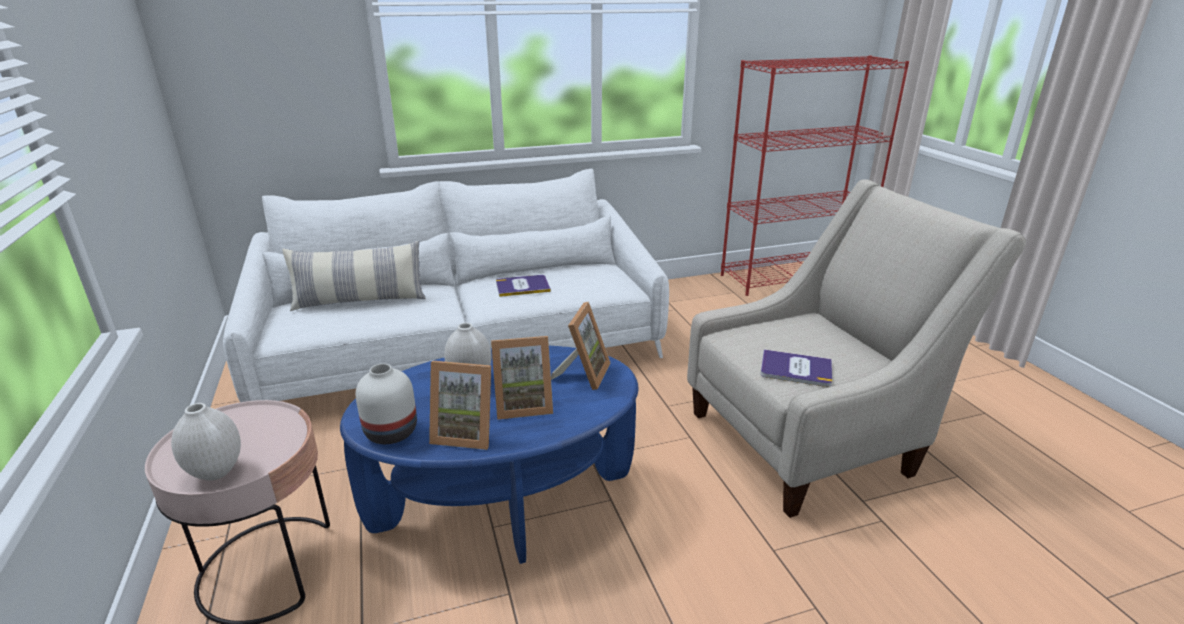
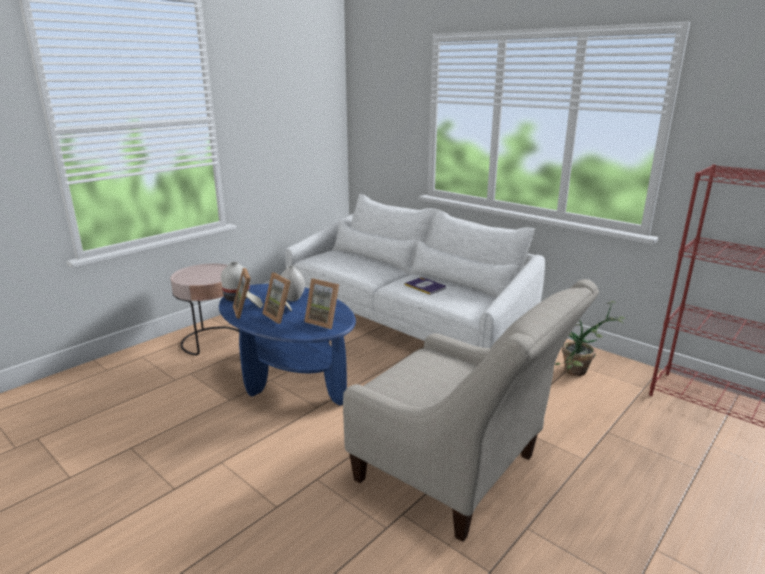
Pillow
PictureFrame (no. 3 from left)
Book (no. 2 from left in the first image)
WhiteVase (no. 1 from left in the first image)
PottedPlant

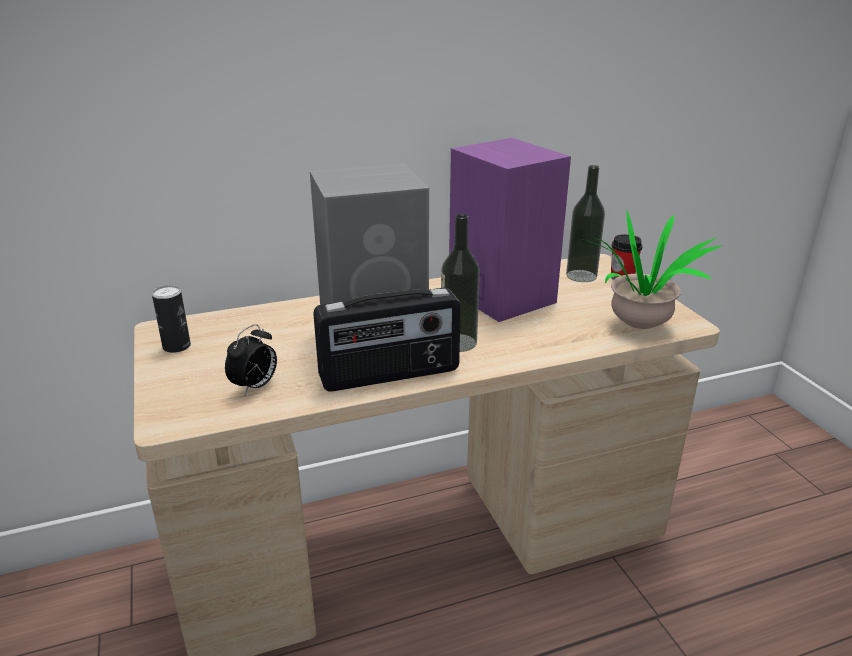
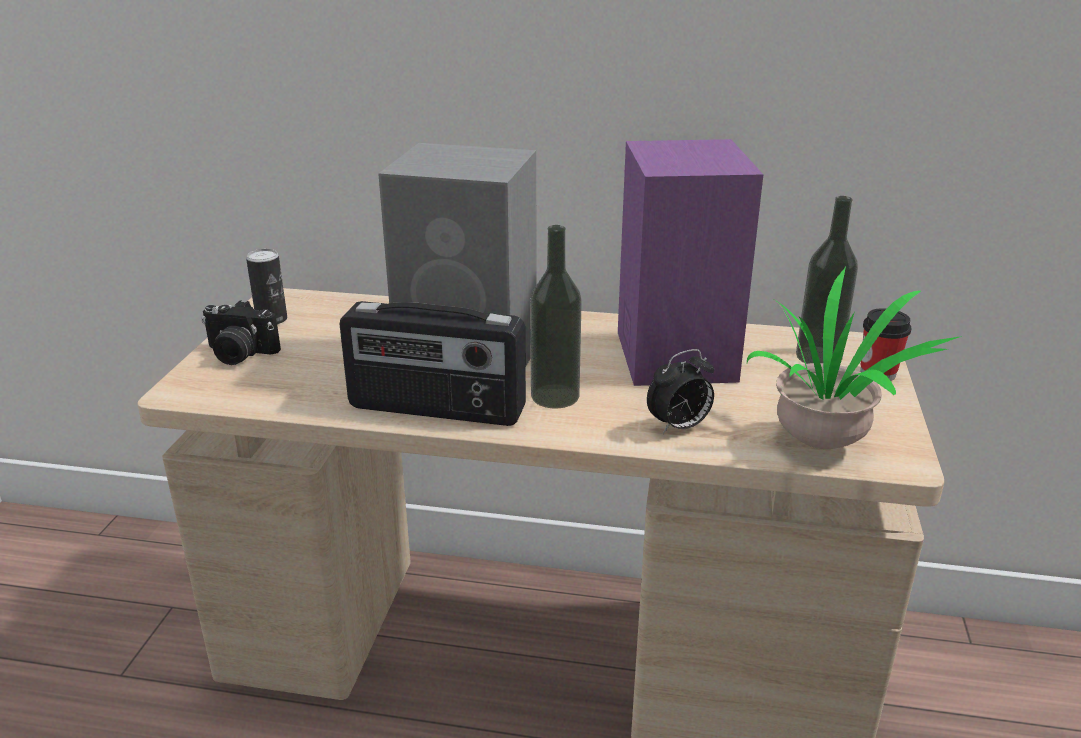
AlarmClock
PhotoCamera

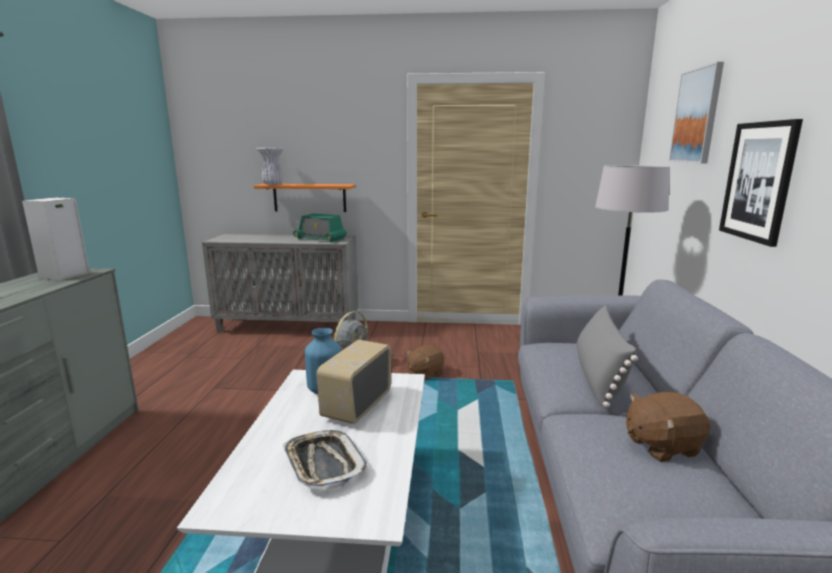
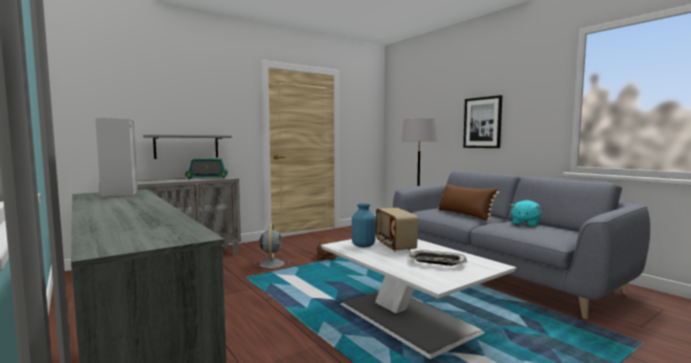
Picture (no. 1 from left in the first image)
WhiteVase
GreyShelf
BrownPillow
TurquoisePlushToy

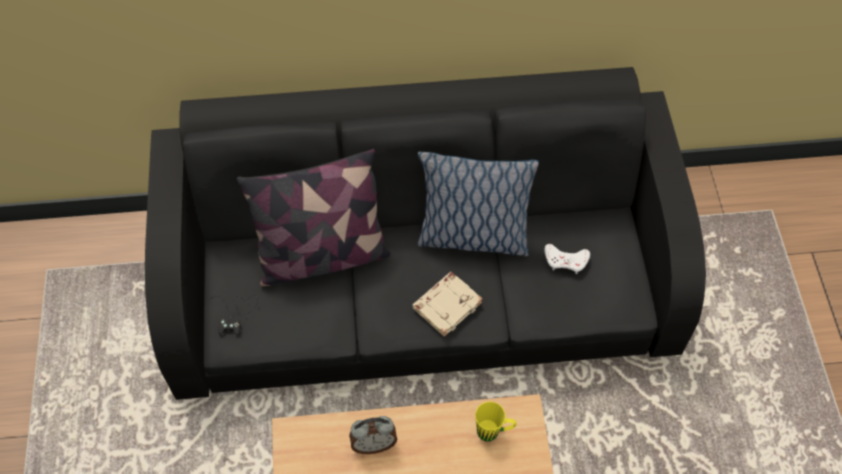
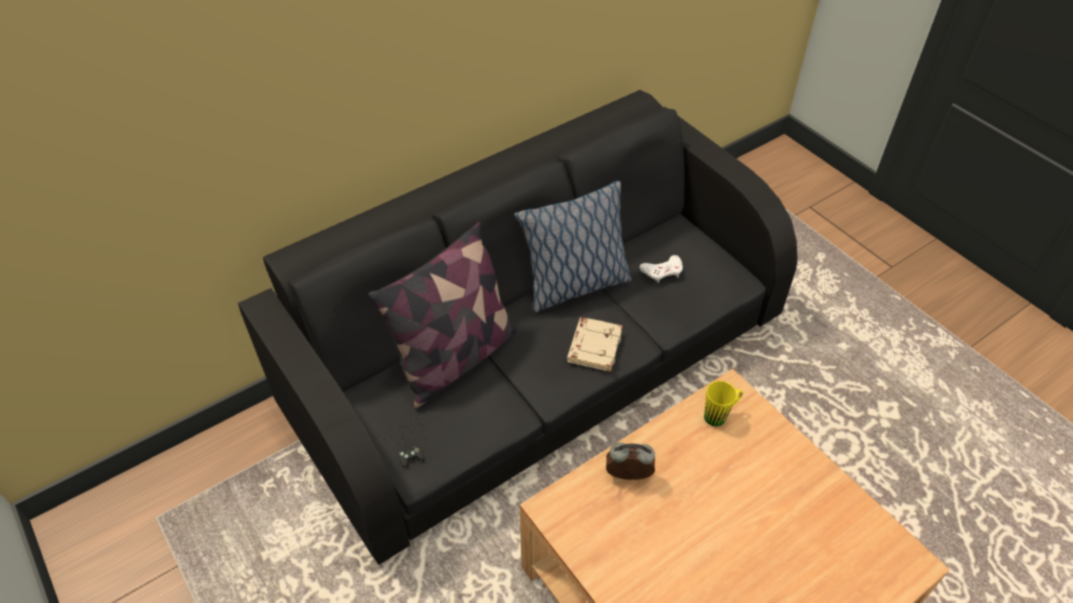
AlarmClock

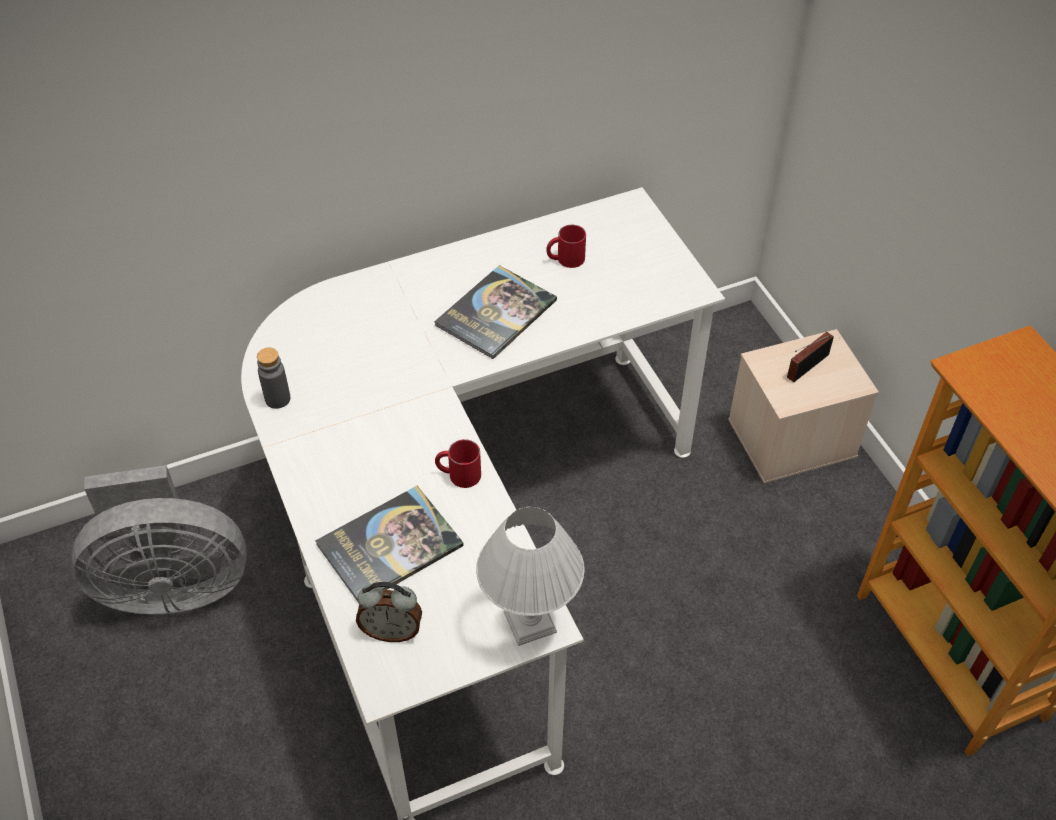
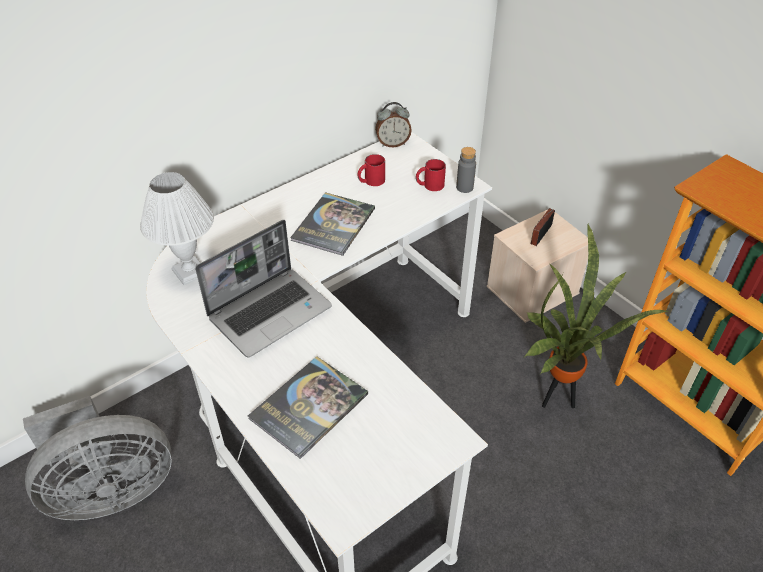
GreyBottle
RedMug (no. 2 from left)
WhiteTableLamp
AlarmClock
Laptop
PottedPlant

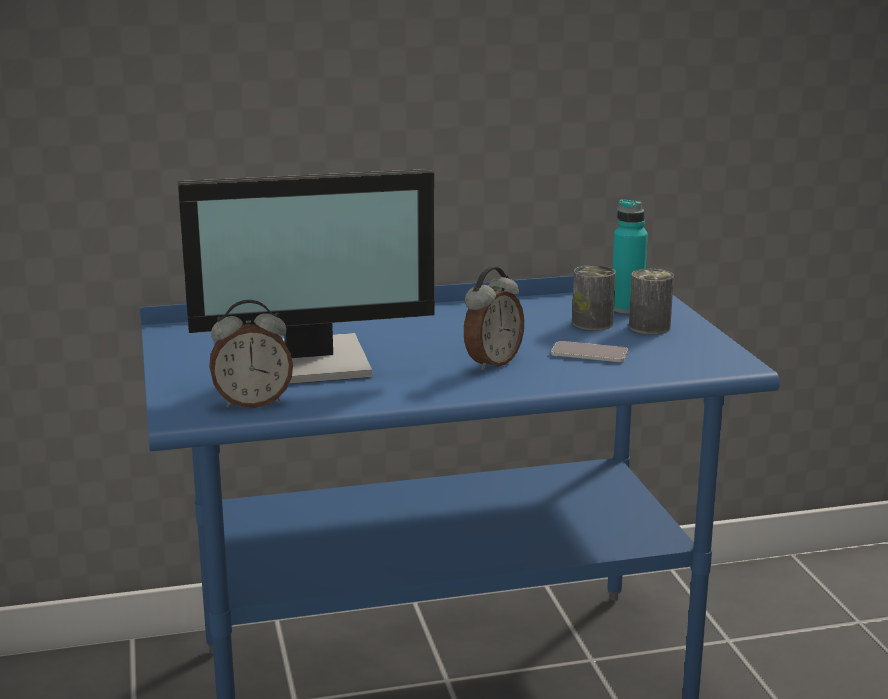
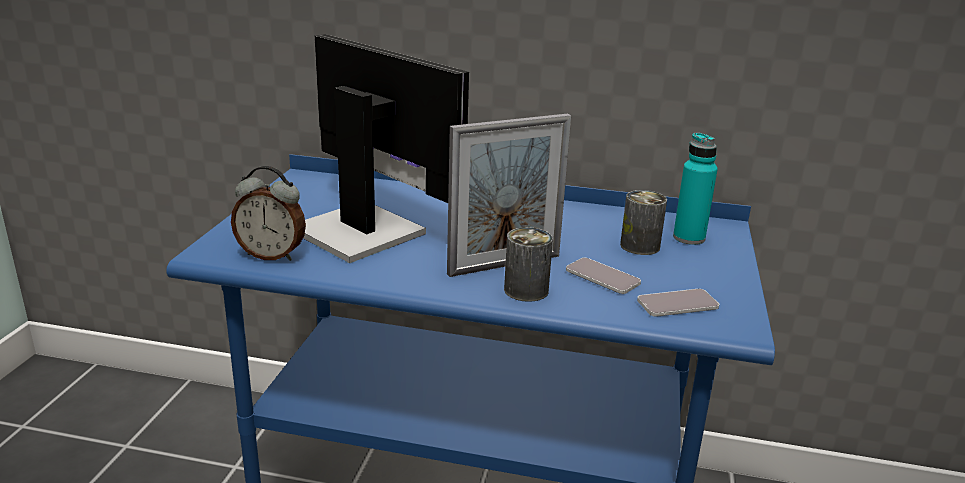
Monitor
PictureFrame
Can (no. 1 from left)
Phone (no. 2 from left)

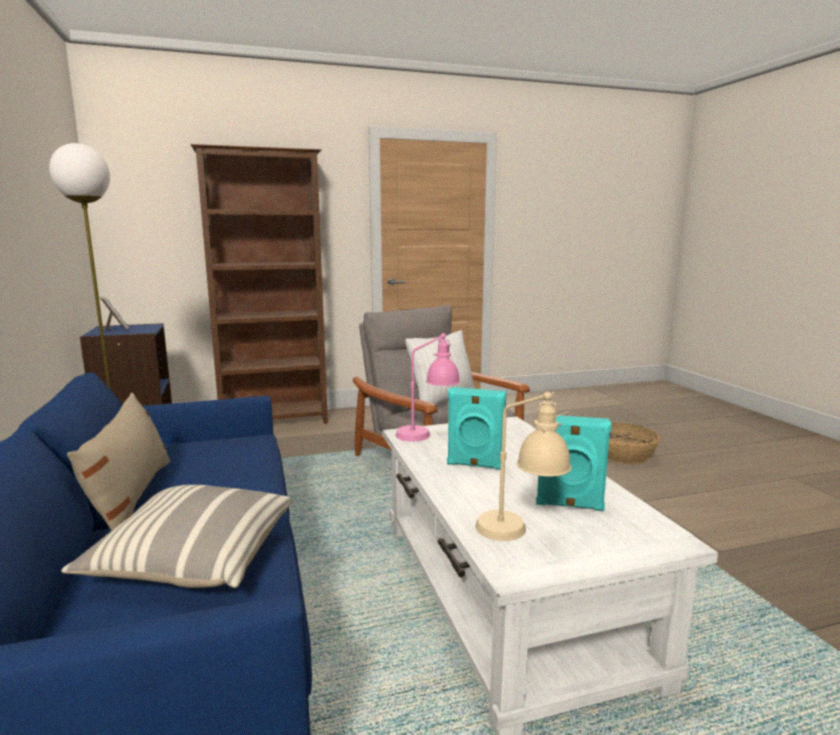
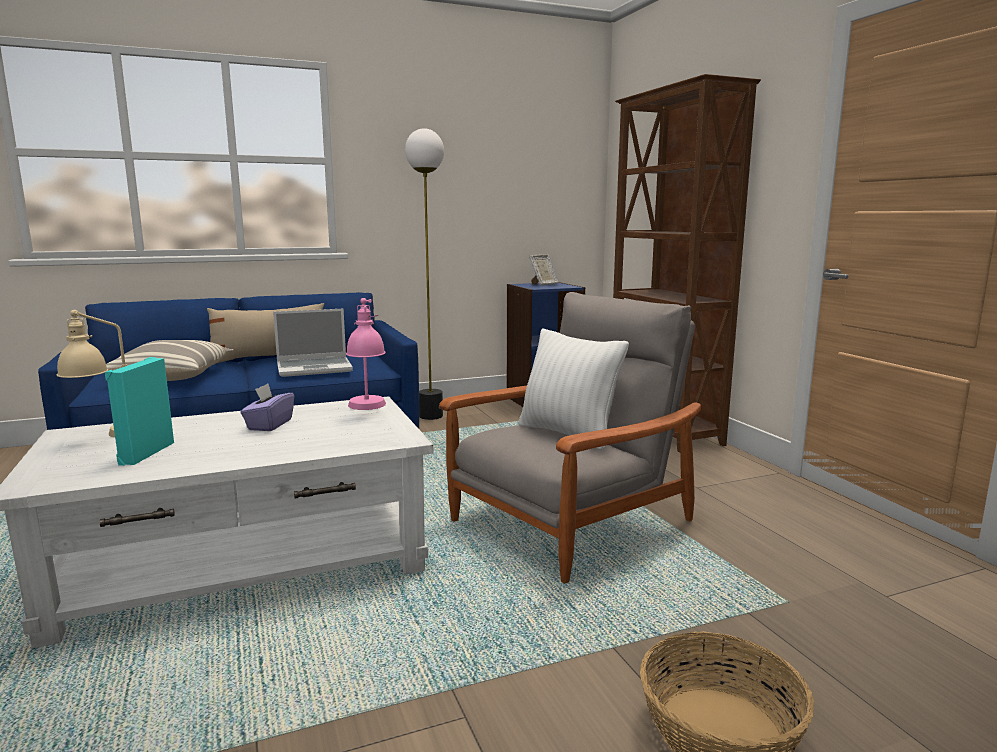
PurpleTissueBox
Laptop

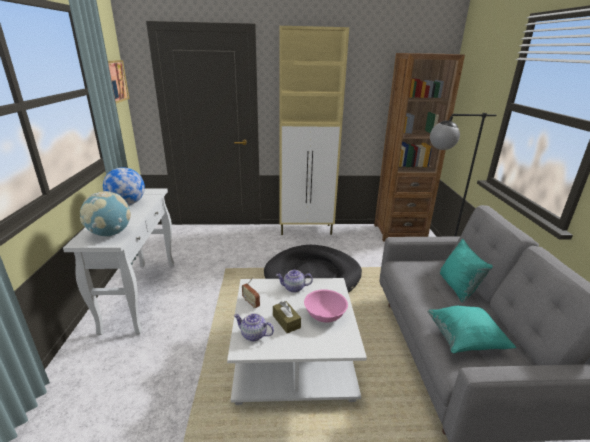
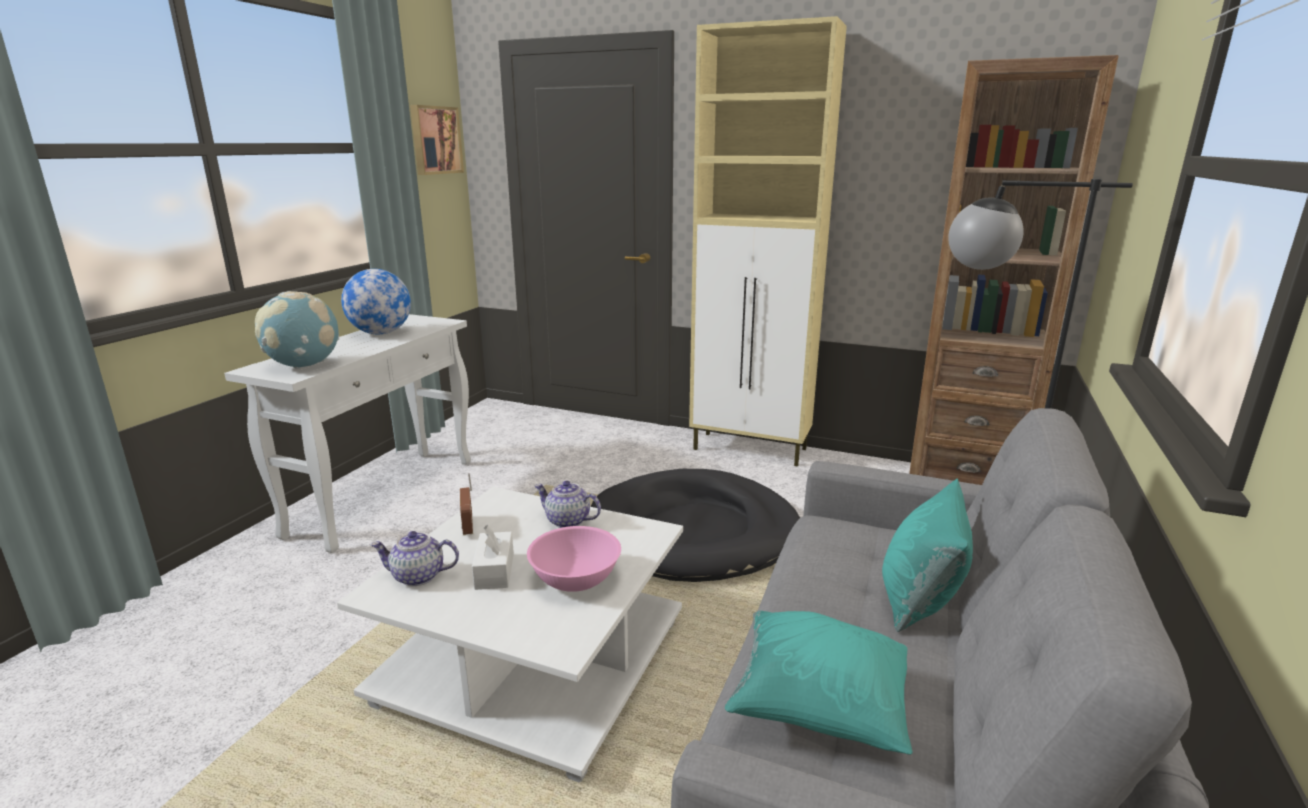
WhiteTissueBox
Teapot (no. 1 from left)

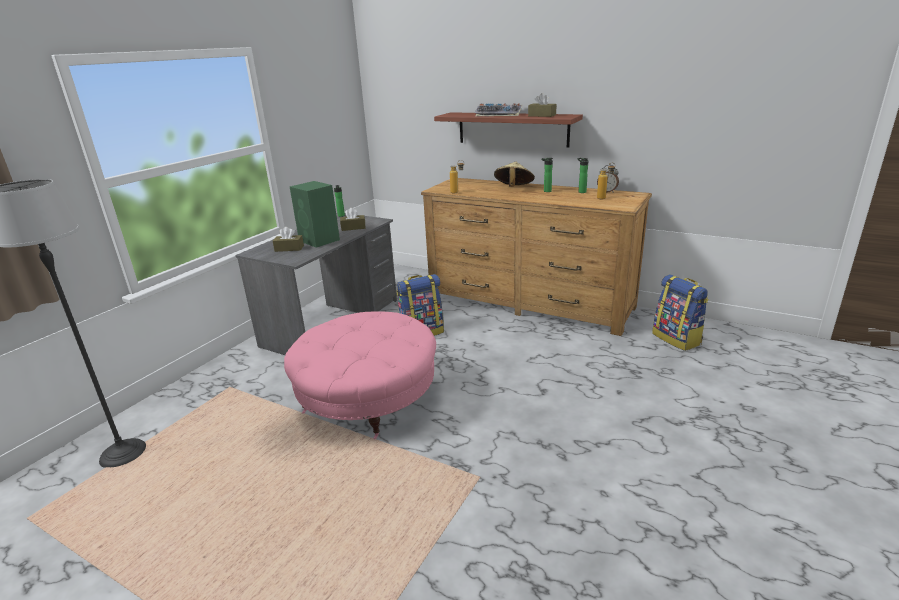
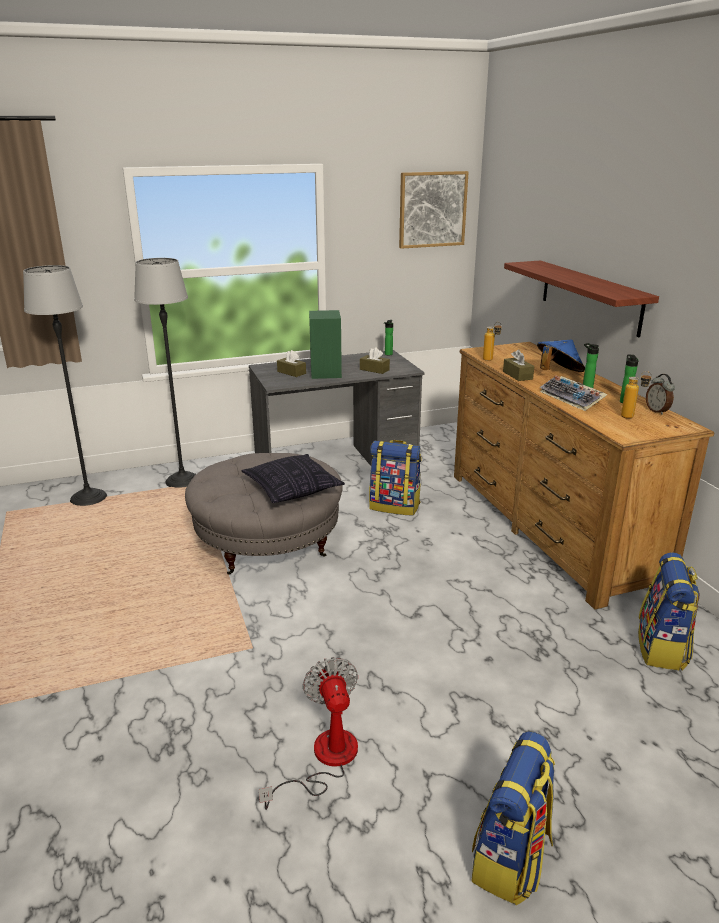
BrownTissueBox (no. 3 from left)
Keyboard
BlueHat
GreyOttoman
Picture
FloorLamp (no. 2 from left)
Pillow
Fan
Backpack (no. 2 from left)

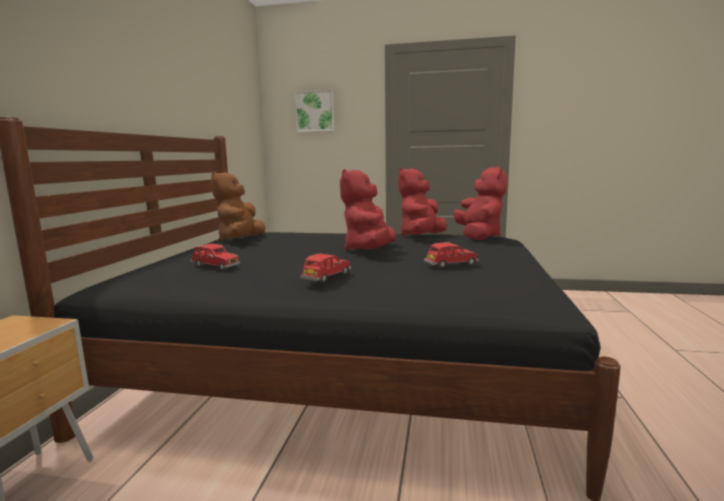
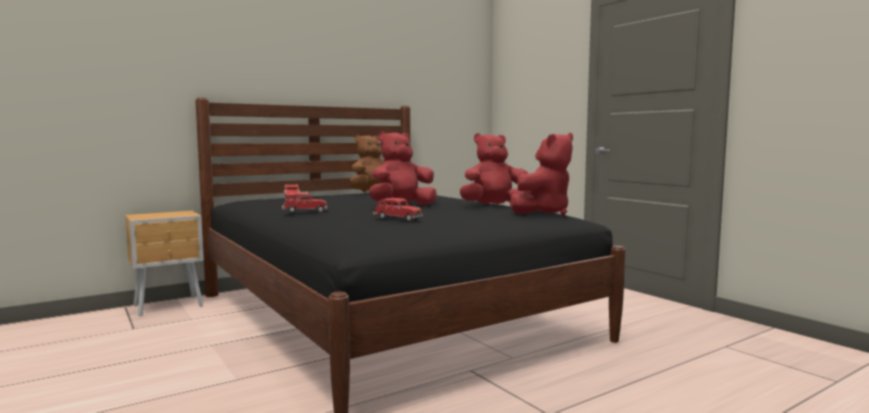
Picture

